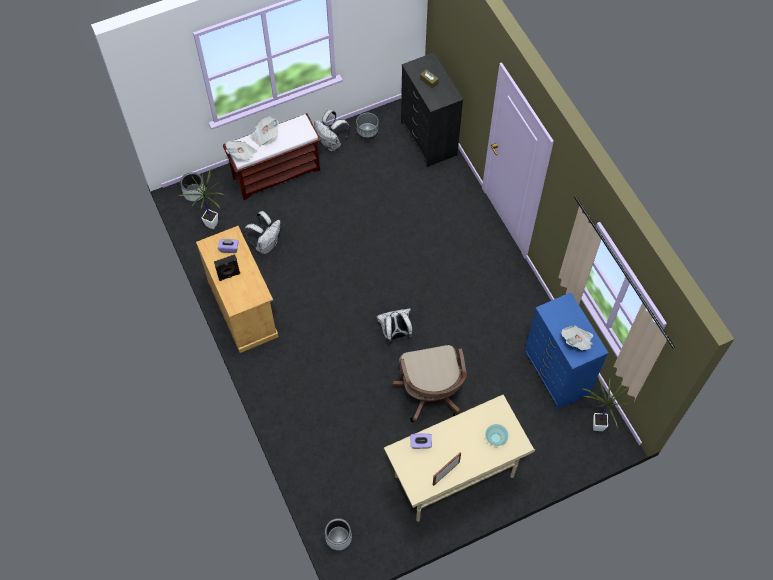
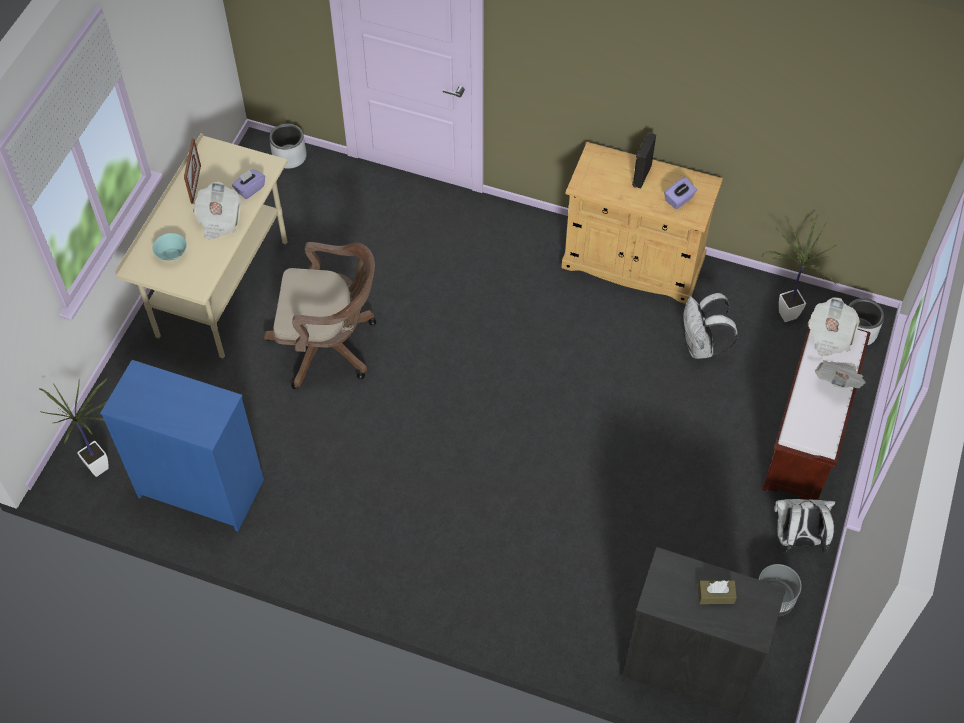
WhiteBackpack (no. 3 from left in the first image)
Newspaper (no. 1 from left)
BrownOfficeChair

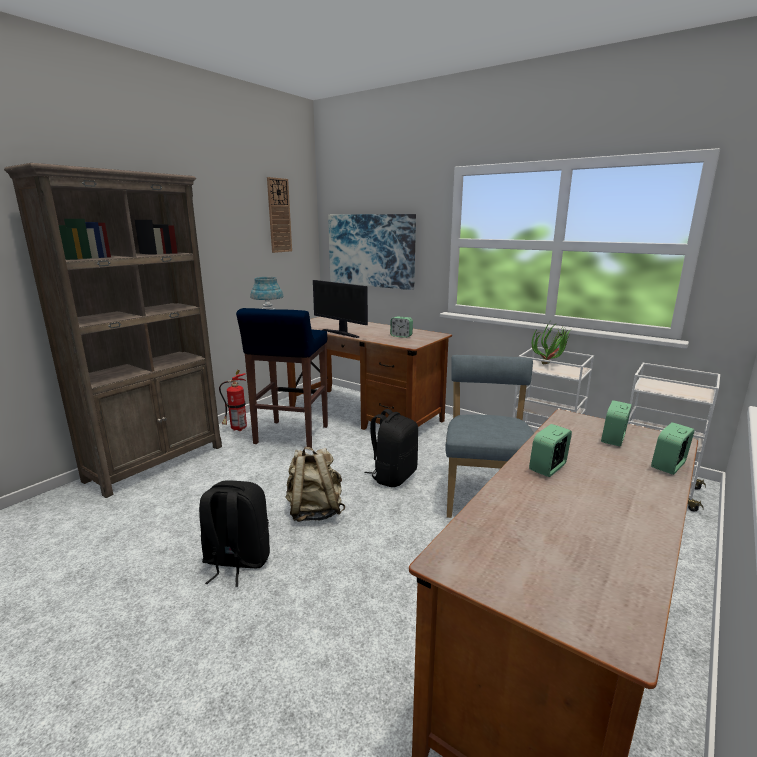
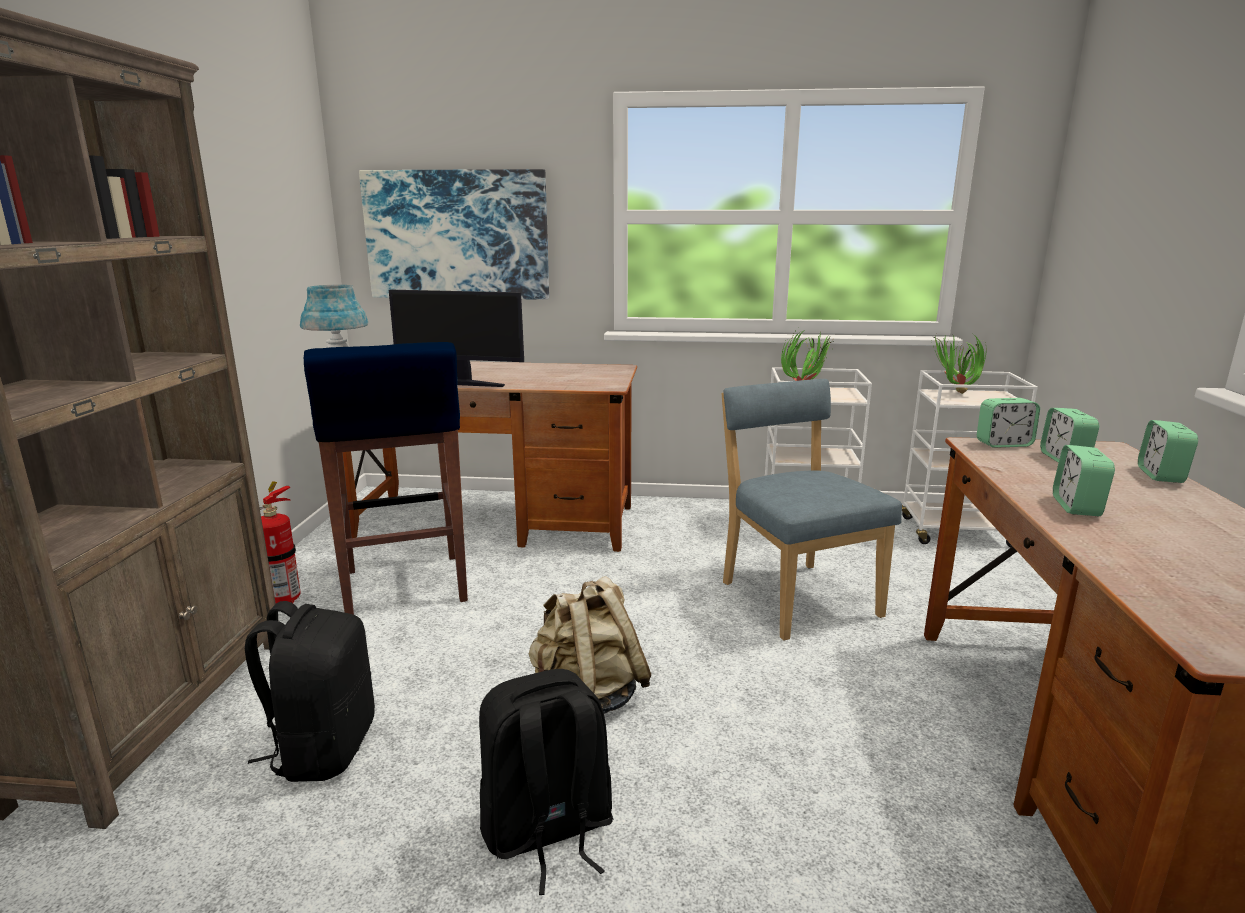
WallClock
AlarmClock (no. 1 from left)
BlackBackpack (no. 1 from left)
PottedPlant (no. 2 from left)

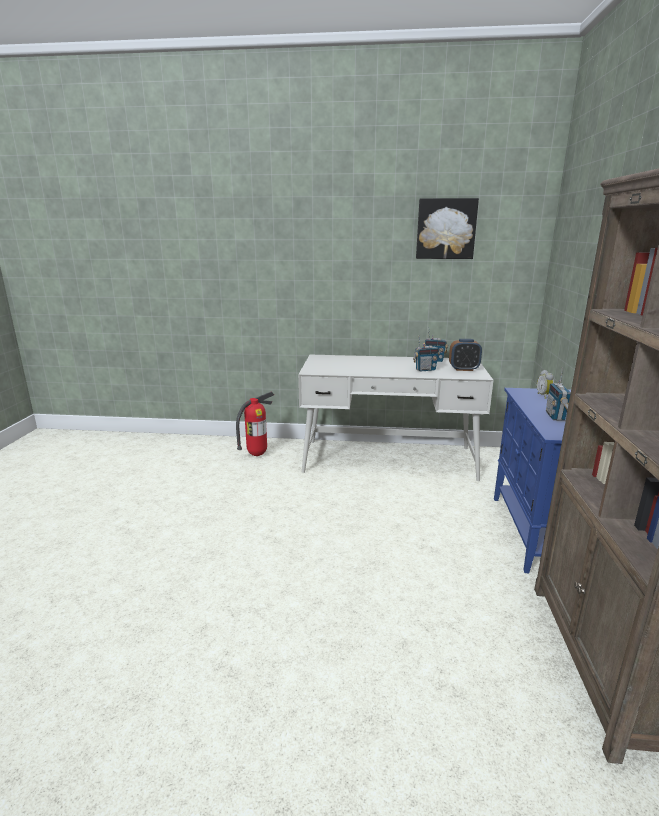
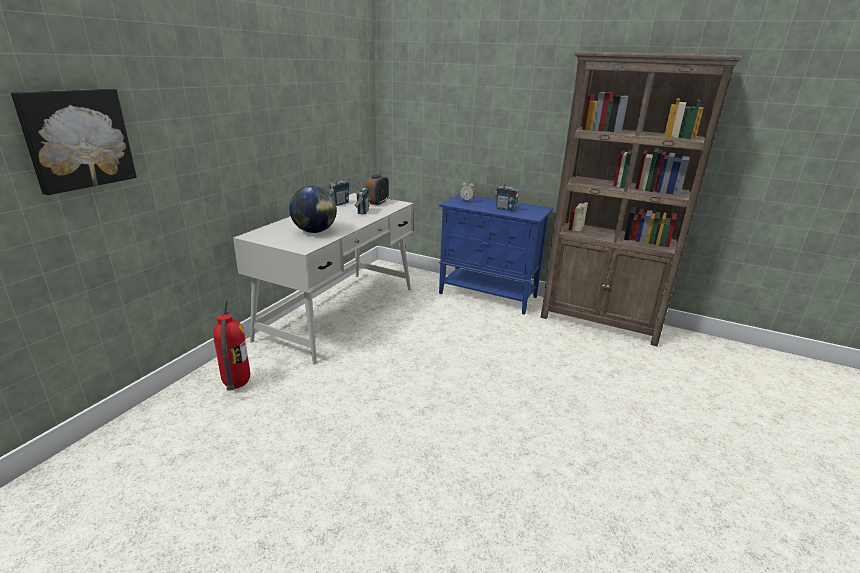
Picture
Globe

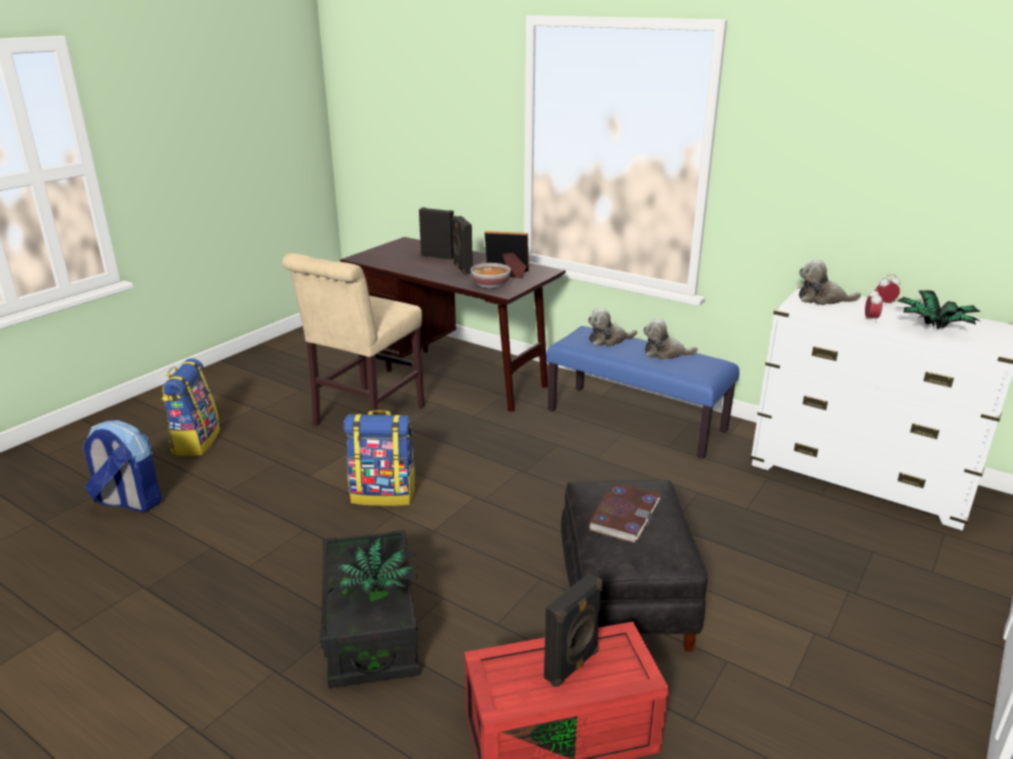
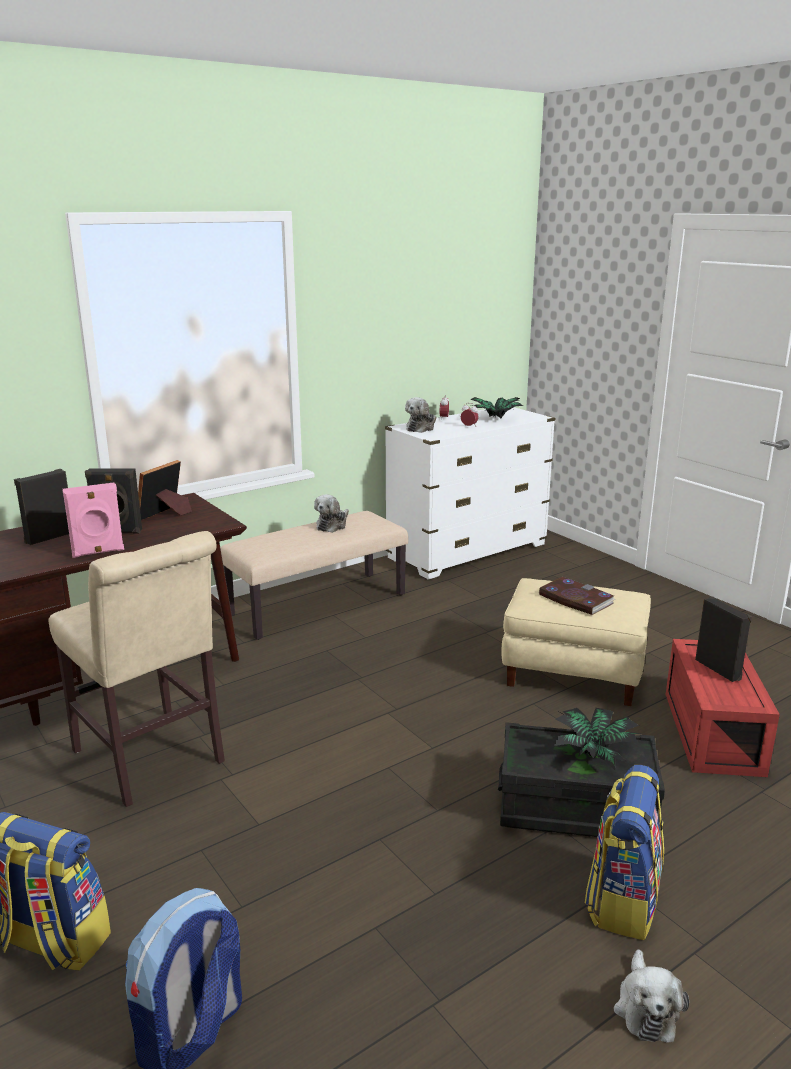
Bowl
PlushToy (no. 3 from left)
BeigeBench
Backpack (no. 3 from left)
BeigeOttoman
PinkSpeaker

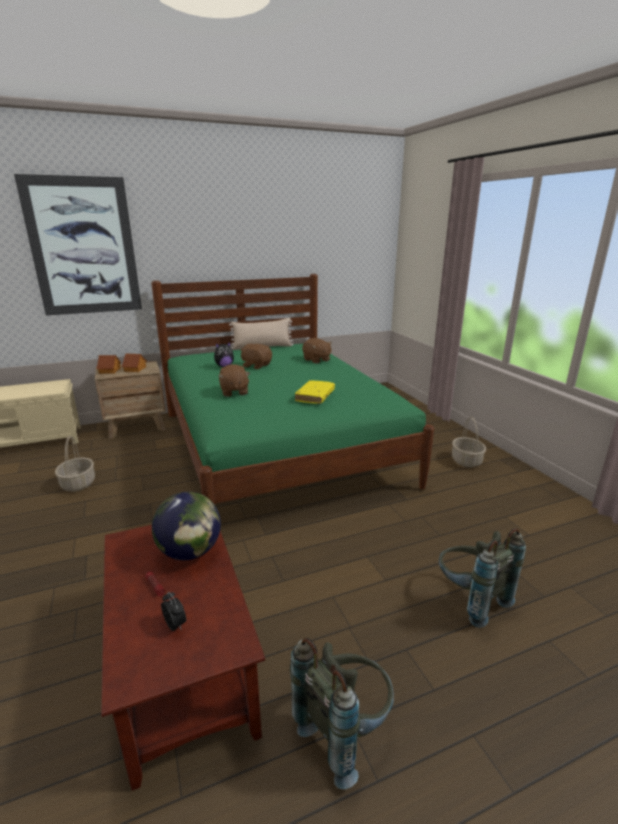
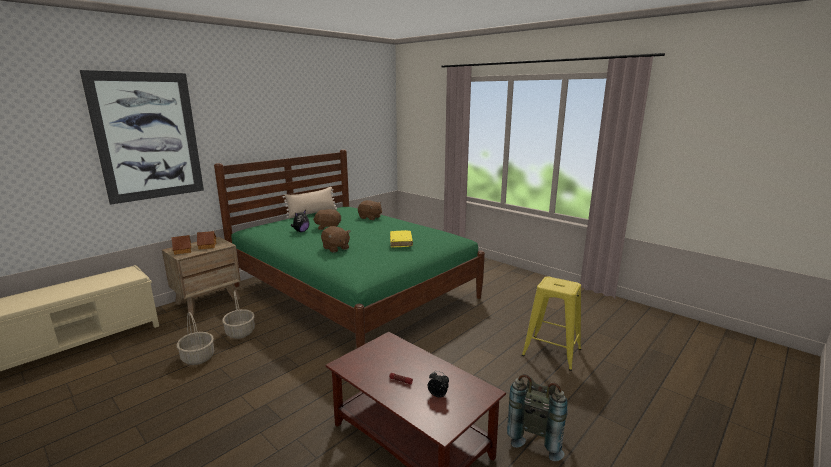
Basket (no. 2 from left)
Globe
YellowStool

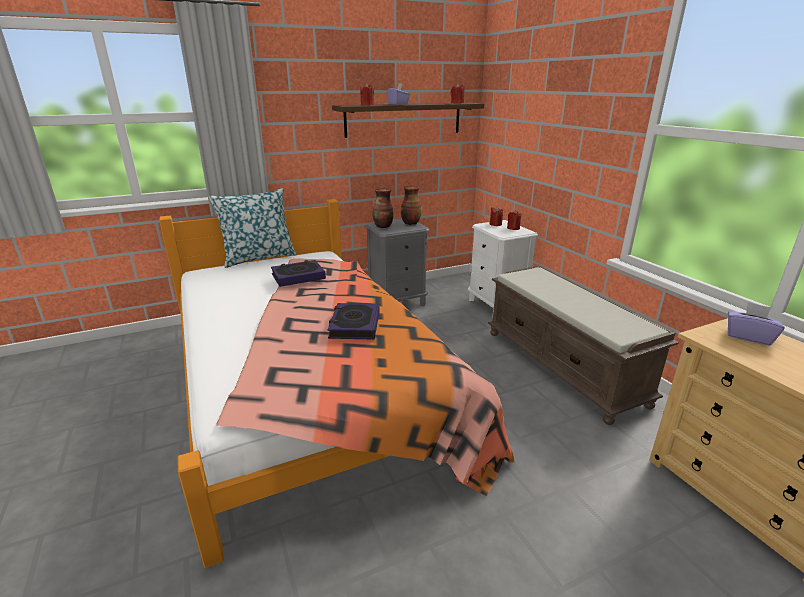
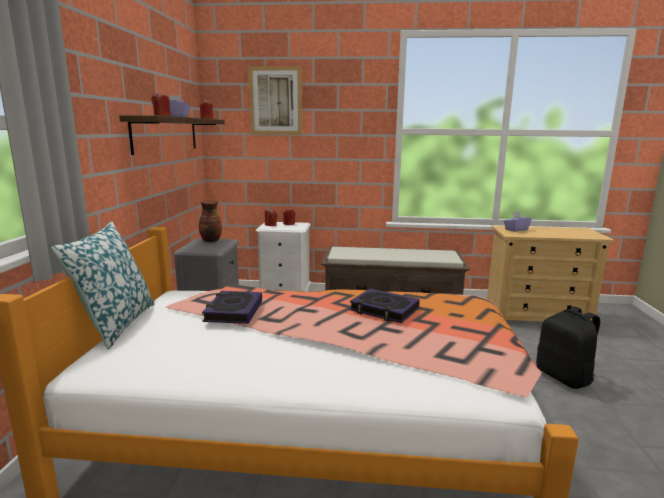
Vase (no. 1 from left in the first image)
Picture
BlackBackpack

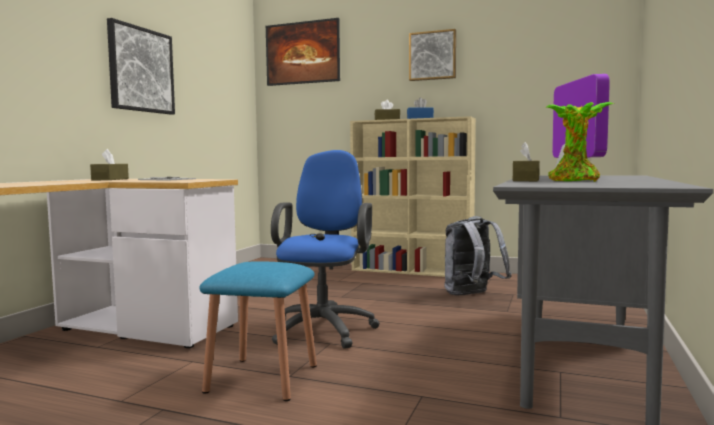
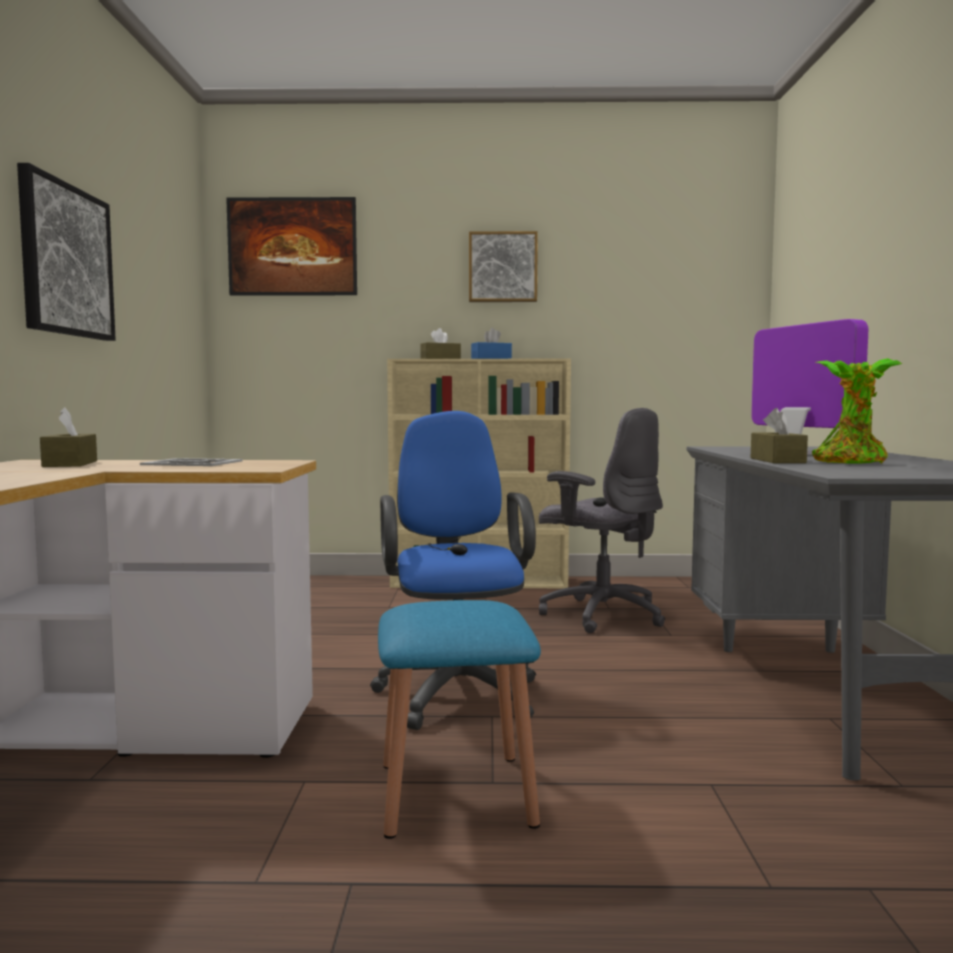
GreyOfficeChair

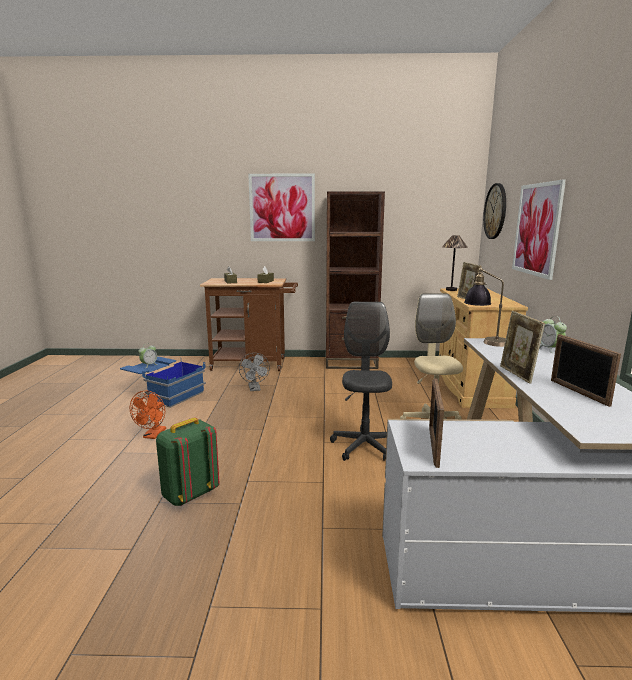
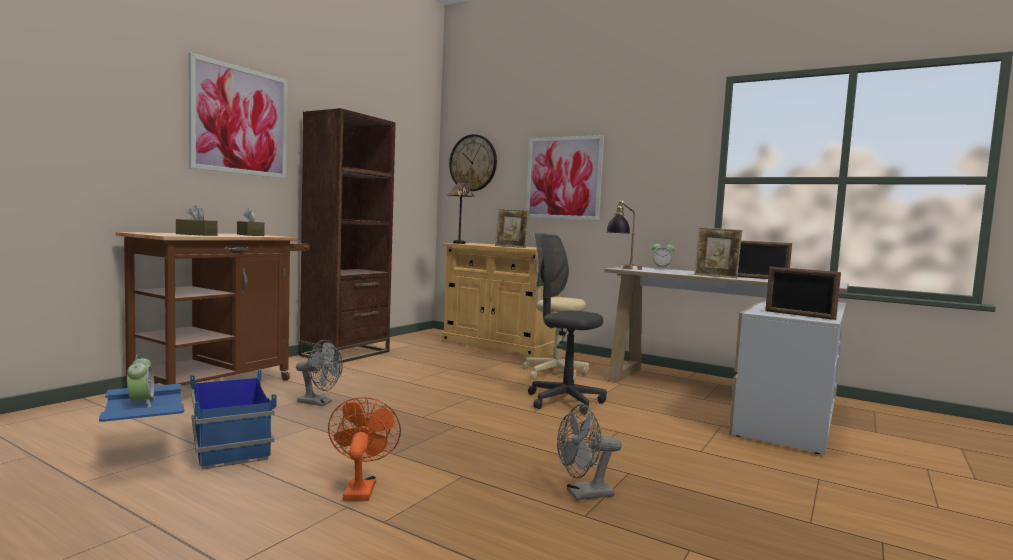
OrangeFan
GreyFan (no. 2 from left)

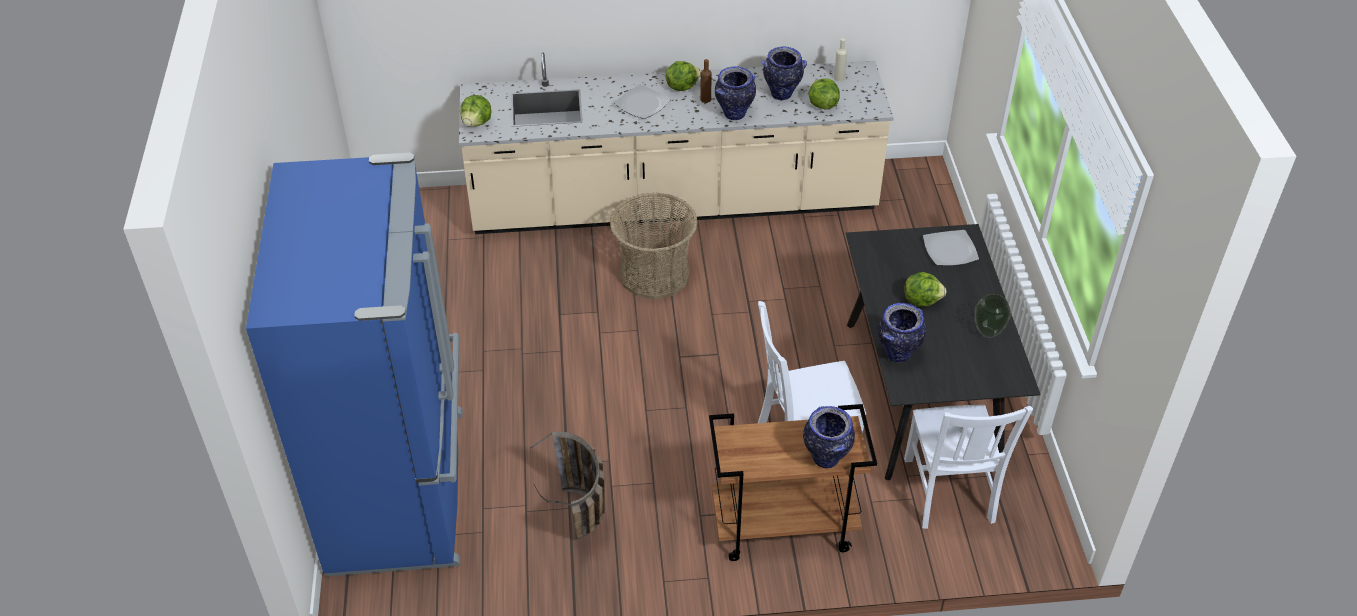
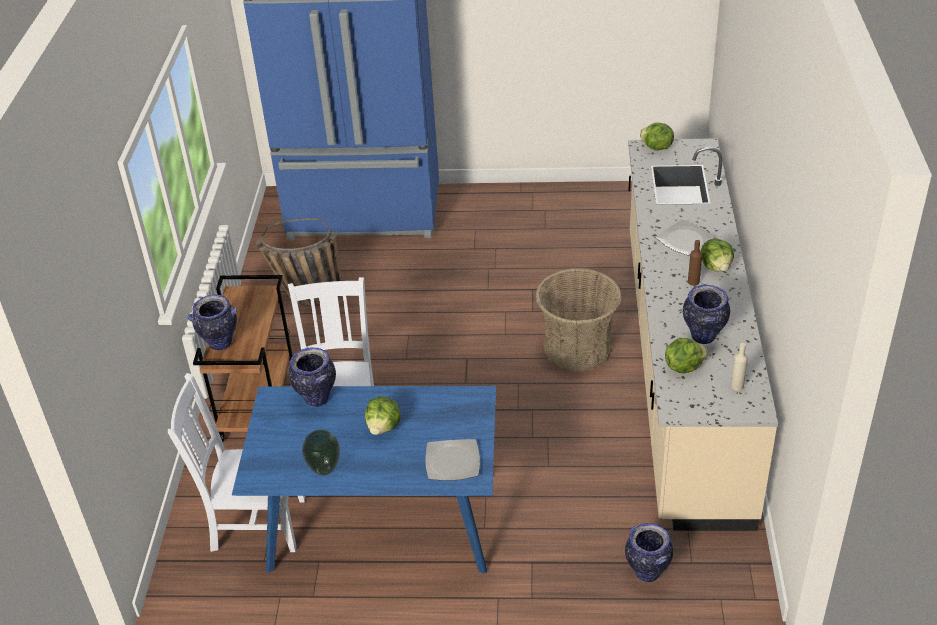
Vase (no. 4 from left)
BlueDiningTable

